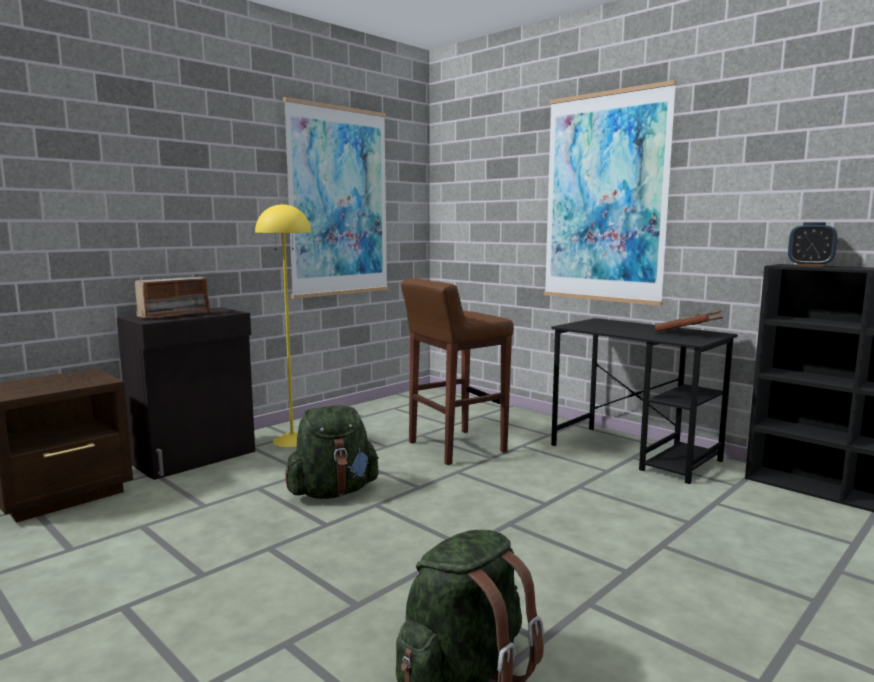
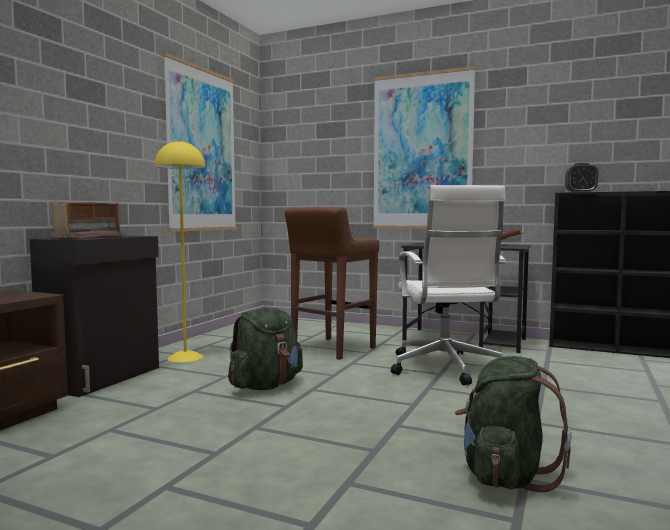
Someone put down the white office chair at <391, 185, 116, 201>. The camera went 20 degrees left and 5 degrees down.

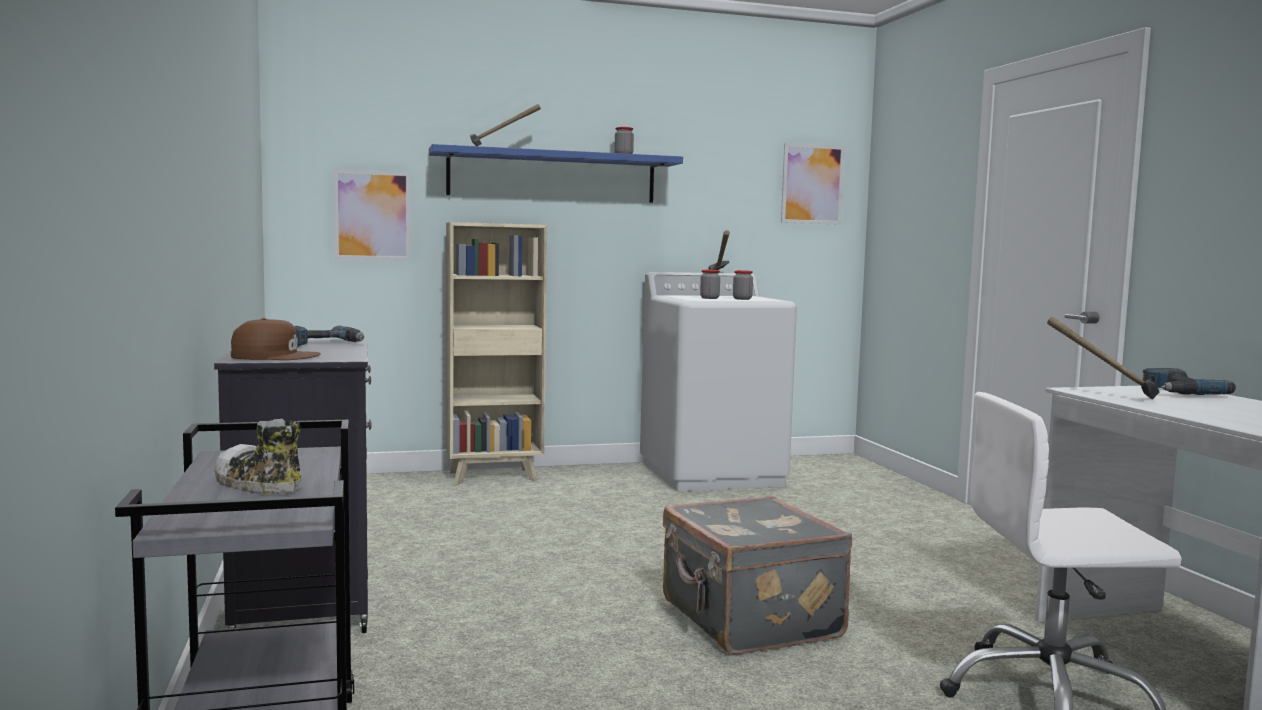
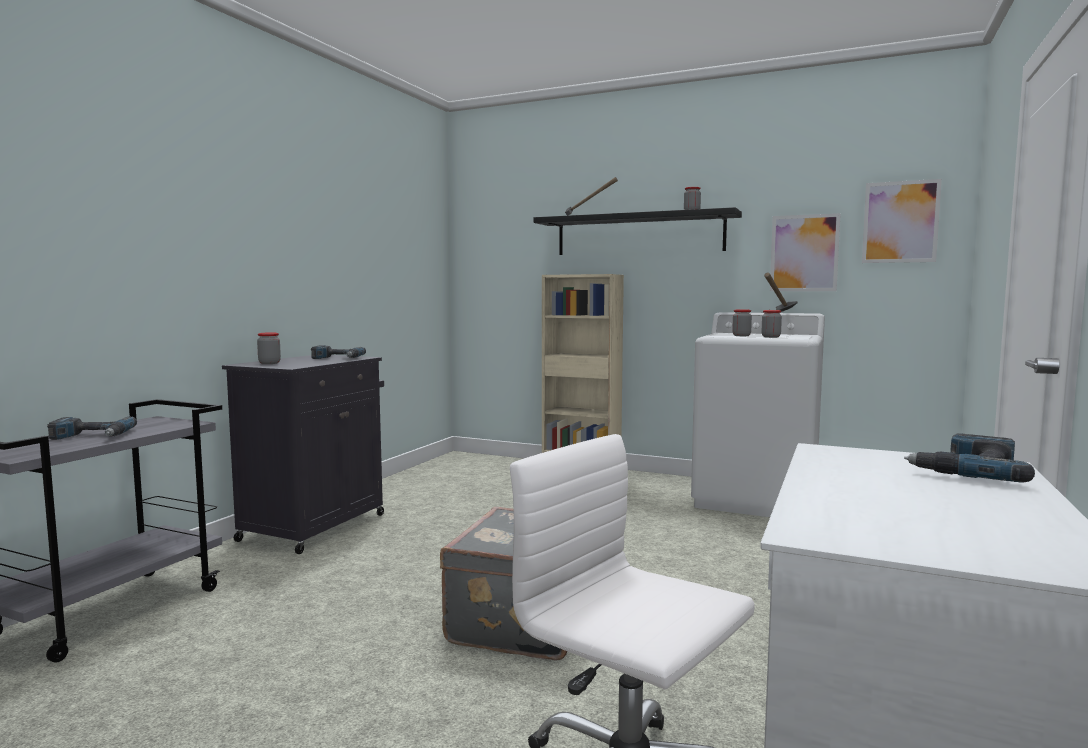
Someone swapped the shoe at <214, 419, 88, 76> for the power drill at <47, 417, 90, 23>. Someone swapped the brown cap at <231, 318, 90, 42> for the jar at <257, 332, 24, 32>. Someone repainted the blue shelf at <429, 144, 254, 59>, which became the black shelf at <533, 207, 209, 48>. Someone carried the picture from <333, 169, 77, 91> to <770, 213, 71, 78>. Someone took away the hammer at <1047, 317, 113, 83>. The camera went 40 degrees right and 0 degrees up.

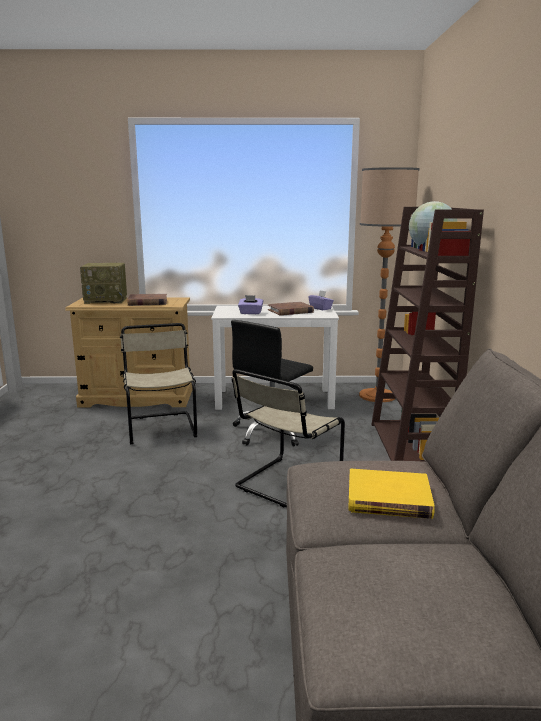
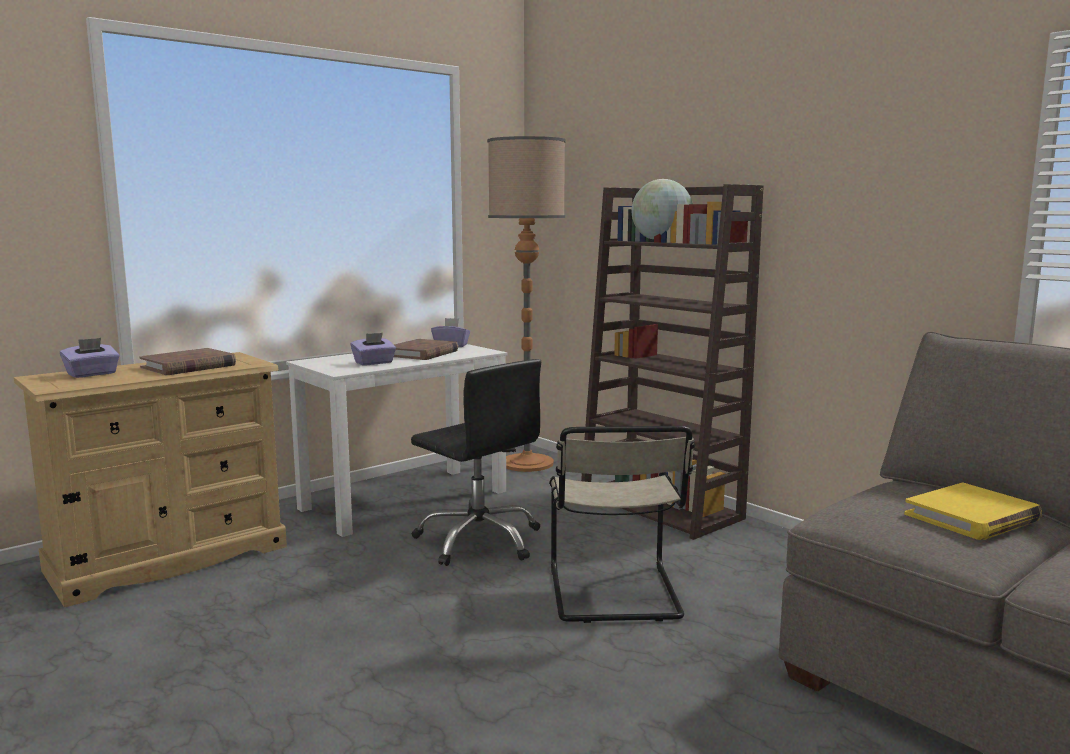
Someone swapped the radio at <80, 263, 47, 41> for the purple tissue box at <60, 338, 60, 40>. Someone rotated the black office chair at <231, 320, 82, 127> by 45 degrees counterclockwise. Someone took away the beige chair at <120, 323, 77, 121>. The camera went 40 degrees left and 5 degrees down.

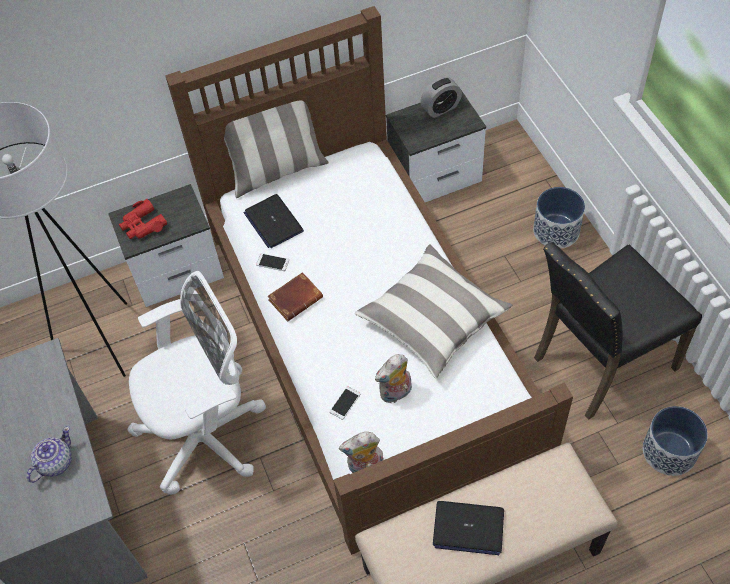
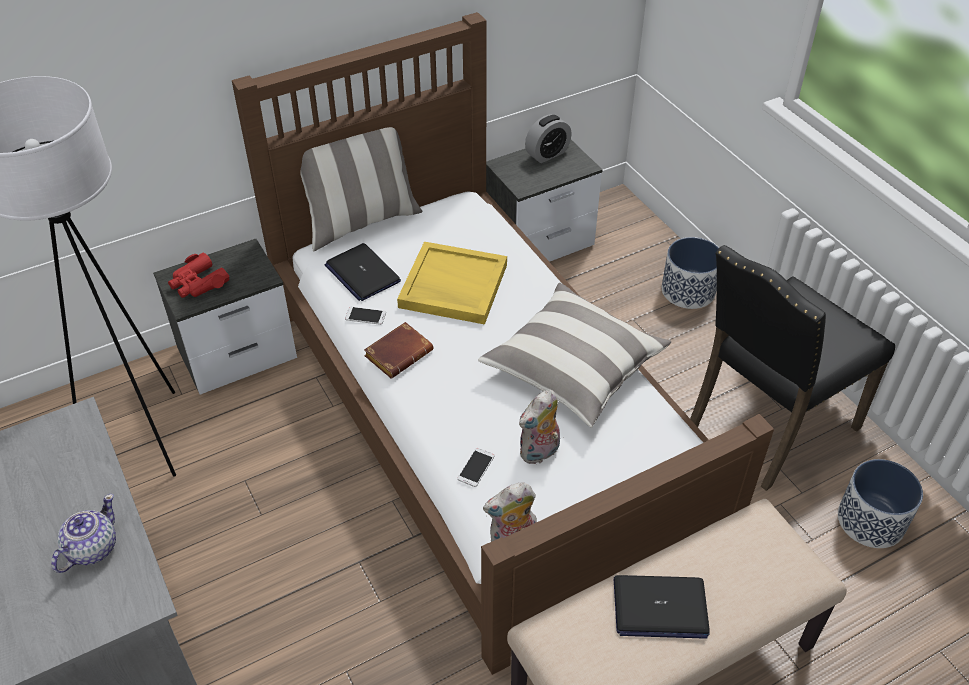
Someone put down the yellow tray at <397, 242, 110, 82>. Someone took away the white office chair at <127, 271, 139, 224>. The camera went 10 degrees left and 10 degrees down.

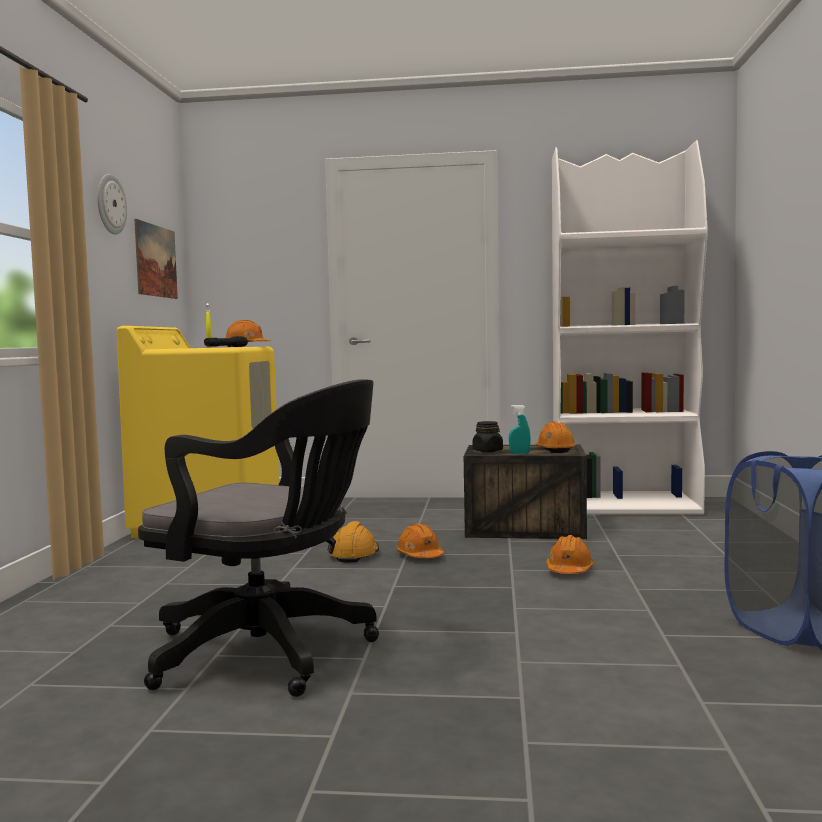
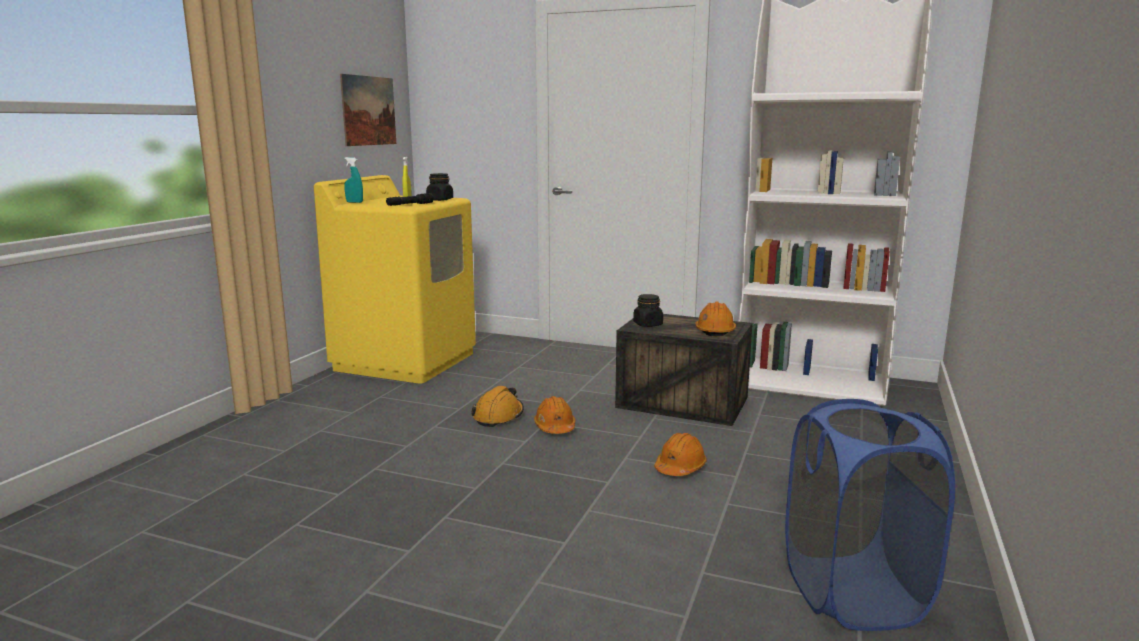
Someone carried the turquoise spray bottle from <509, 405, 22, 49> to <344, 157, 19, 46>. Someone swapped the orange hard hat at <226, 320, 45, 27> for the black jar at <426, 173, 27, 28>. Someone took away the wall clock at <97, 174, 30, 61>. Someone took away the black office chair at <138, 379, 241, 318>. The camera went 15 degrees right and 10 degrees up.

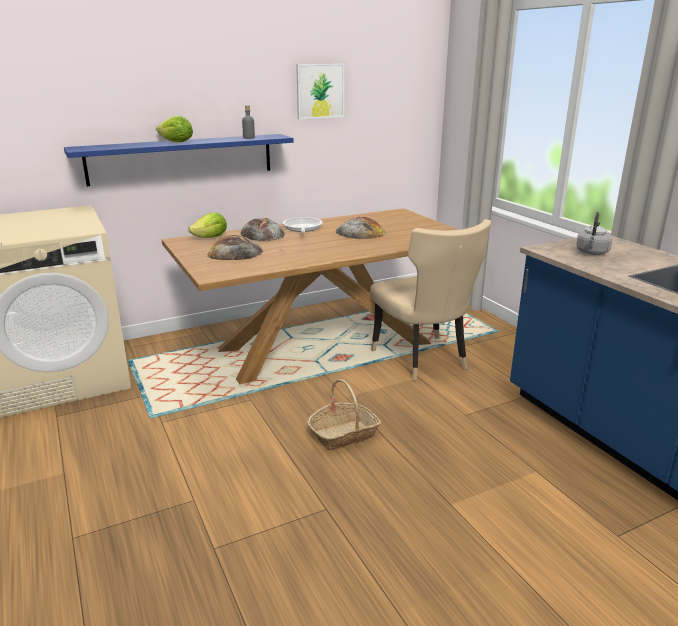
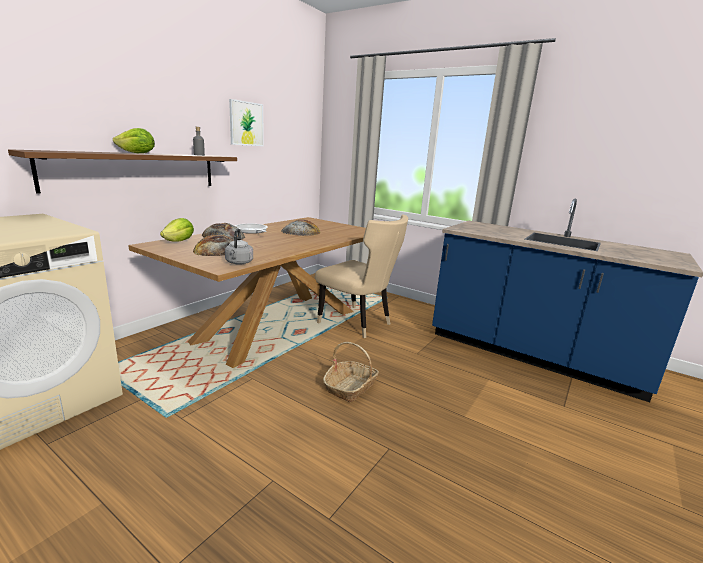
Someone repainted the blue shelf at <64, 134, 230, 52>, which became the brown shelf at <8, 149, 229, 45>. Someone carried the grey kettle from <576, 212, 37, 43> to <225, 229, 28, 36>. The camera went 30 degrees left and 5 degrees down.

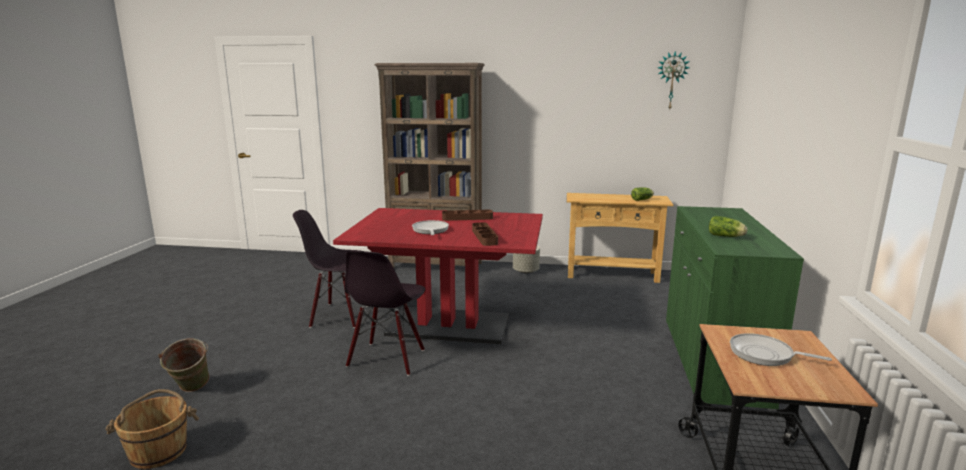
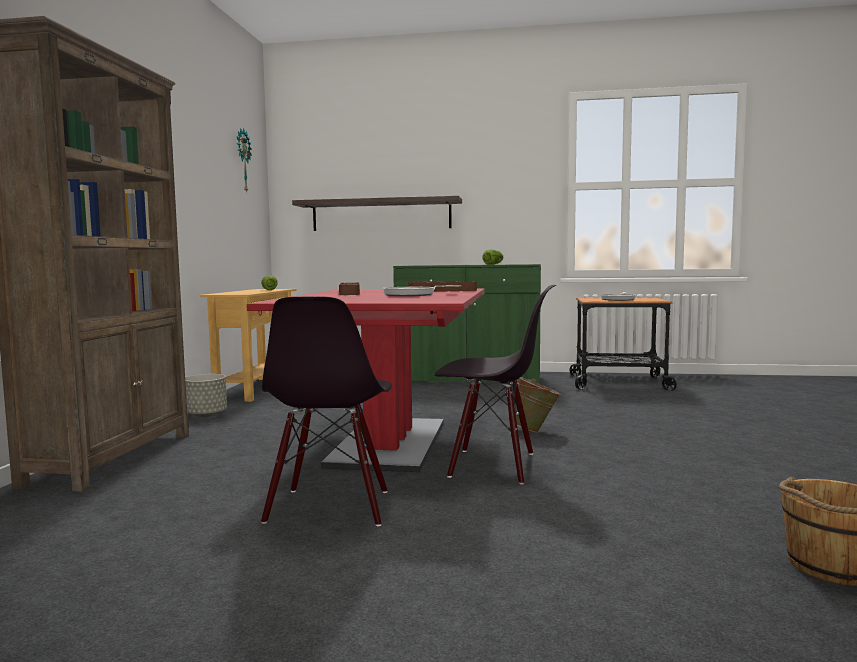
Someone put up the shelf at <292, 196, 170, 35>. Someone carried the green bucket from <158, 338, 52, 54> to <515, 377, 46, 56>. The camera went 90 degrees left and 10 degrees down.

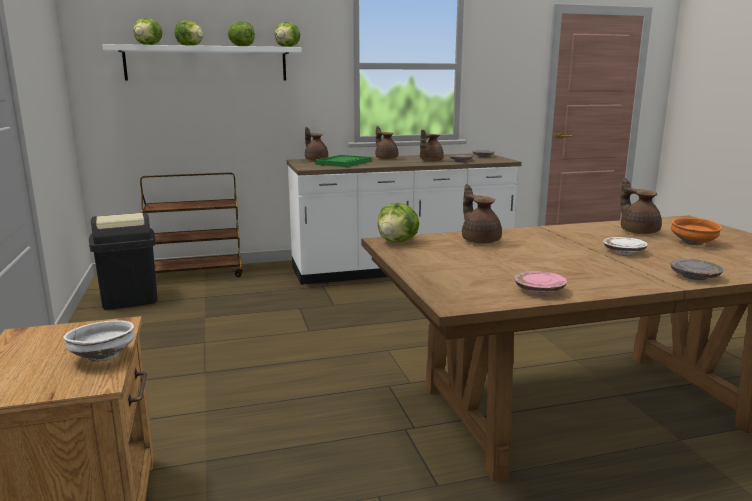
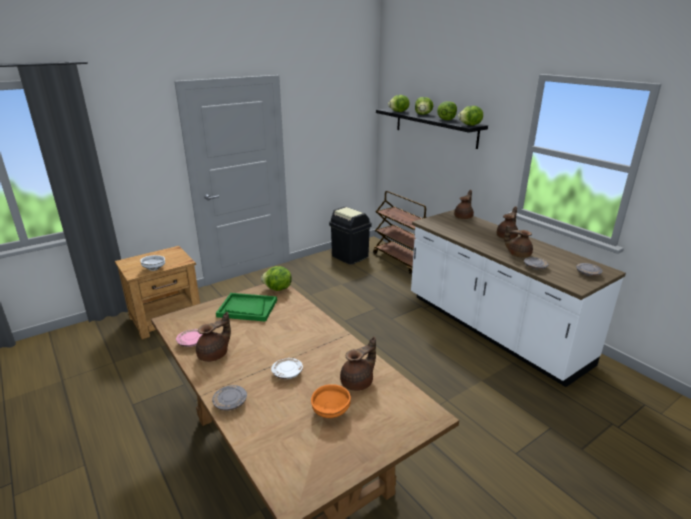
Someone carried the brown teapot from <462, 184, 40, 60> to <196, 312, 35, 50>. Someone carried the green tray from <315, 155, 56, 12> to <216, 293, 61, 29>. Someone repainted the white shelf at <102, 44, 200, 37>, which became the black shelf at <376, 108, 112, 41>. The camera went 70 degrees right and 10 degrees up.

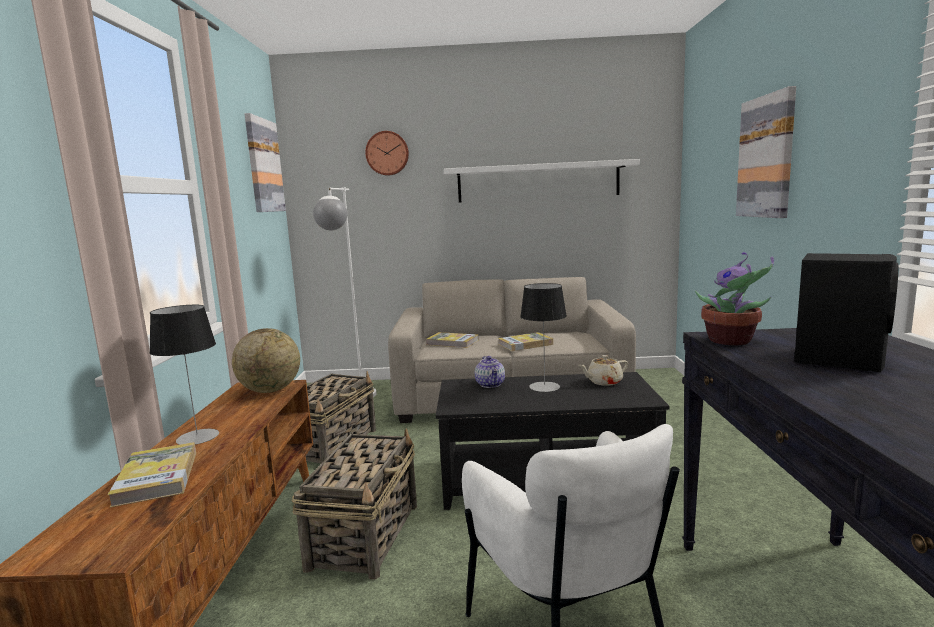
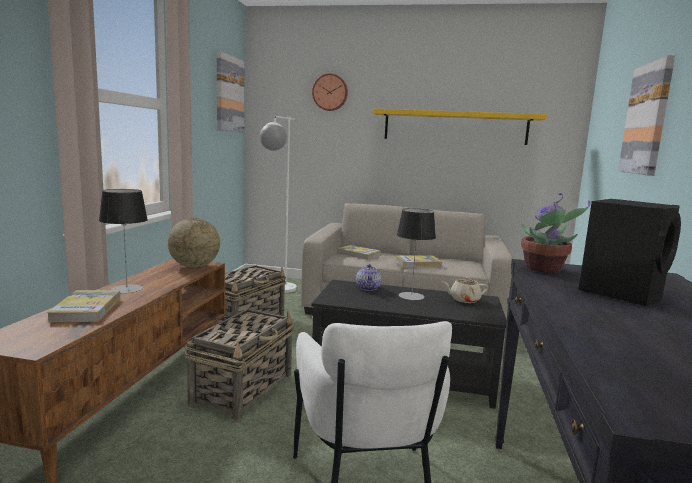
Someone repainted the white shelf at <444, 159, 196, 44>, which became the yellow shelf at <372, 108, 175, 37>. The camera went 10 degrees right and 0 degrees up.

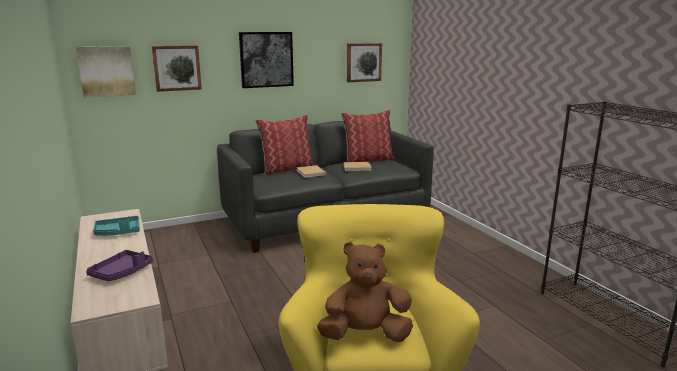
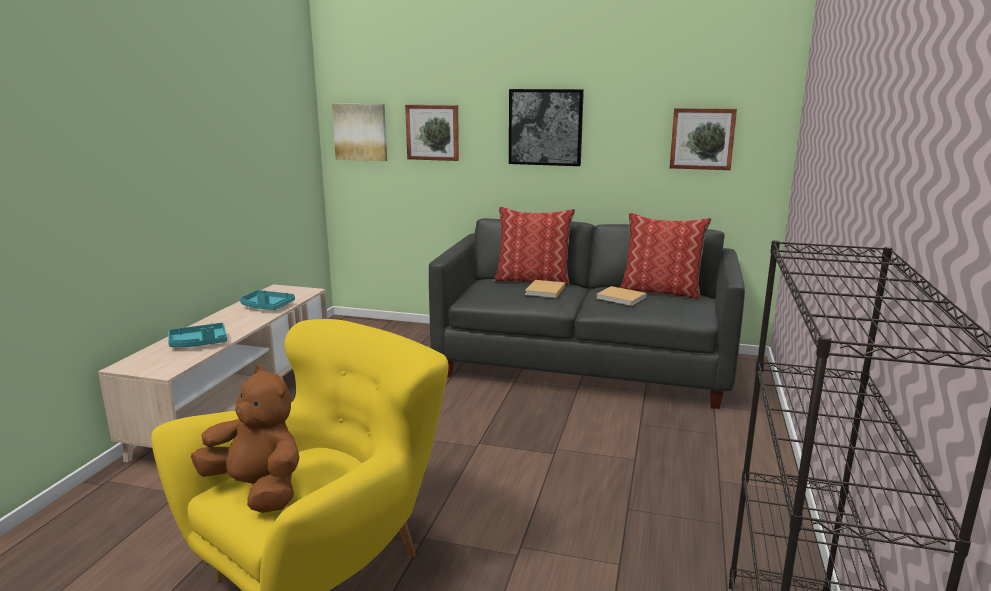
Someone repainted the purple tray at <86, 250, 67, 31>, which became the turquoise tray at <168, 323, 59, 24>. The camera went 40 degrees right and 0 degrees up.

